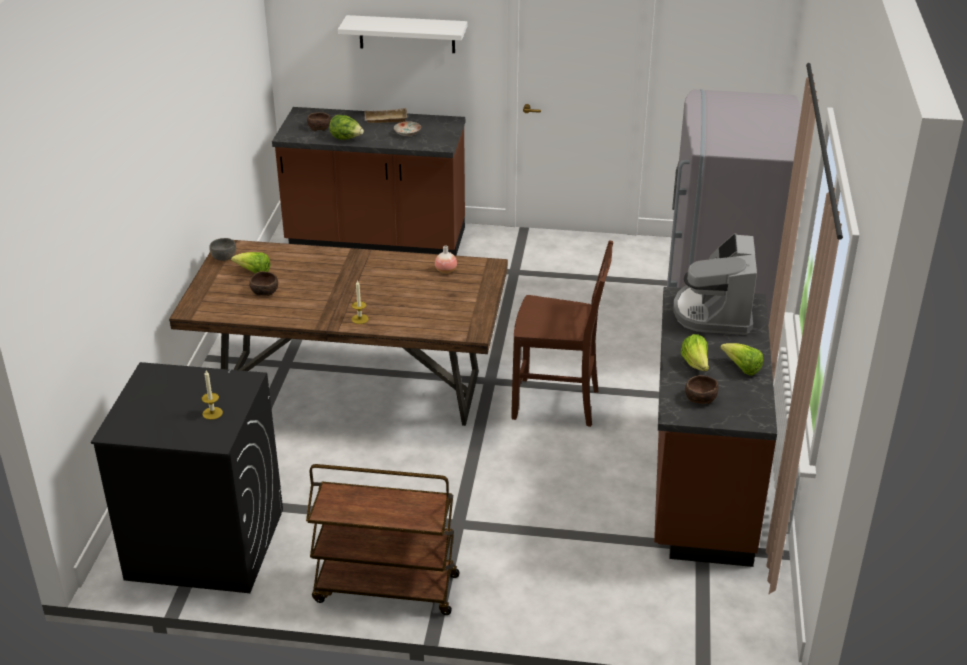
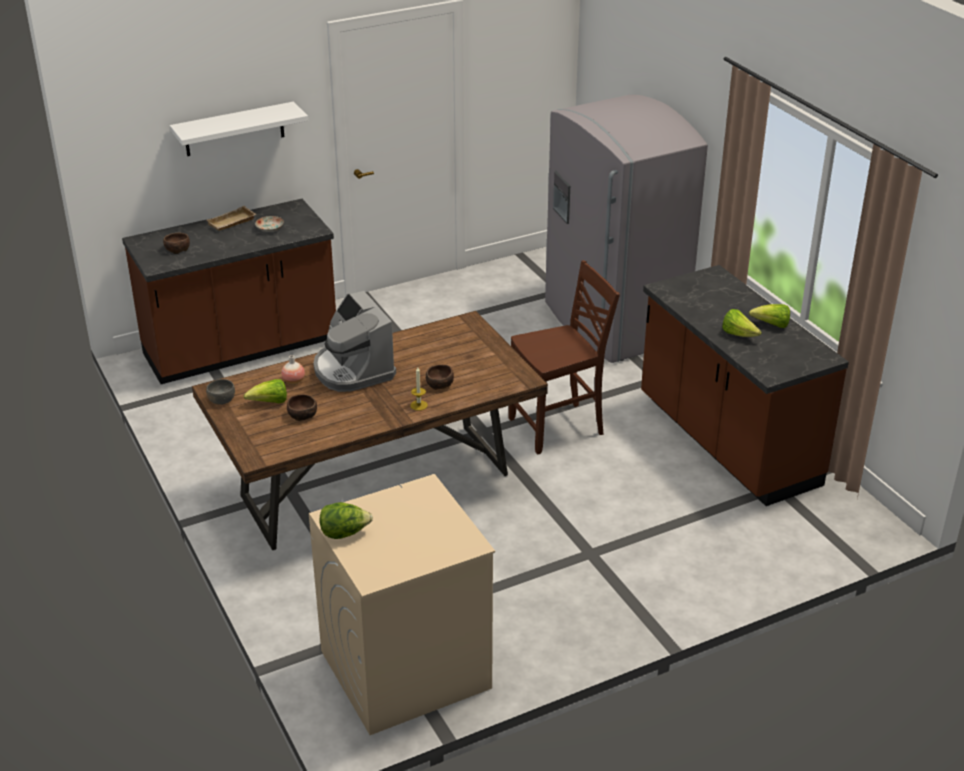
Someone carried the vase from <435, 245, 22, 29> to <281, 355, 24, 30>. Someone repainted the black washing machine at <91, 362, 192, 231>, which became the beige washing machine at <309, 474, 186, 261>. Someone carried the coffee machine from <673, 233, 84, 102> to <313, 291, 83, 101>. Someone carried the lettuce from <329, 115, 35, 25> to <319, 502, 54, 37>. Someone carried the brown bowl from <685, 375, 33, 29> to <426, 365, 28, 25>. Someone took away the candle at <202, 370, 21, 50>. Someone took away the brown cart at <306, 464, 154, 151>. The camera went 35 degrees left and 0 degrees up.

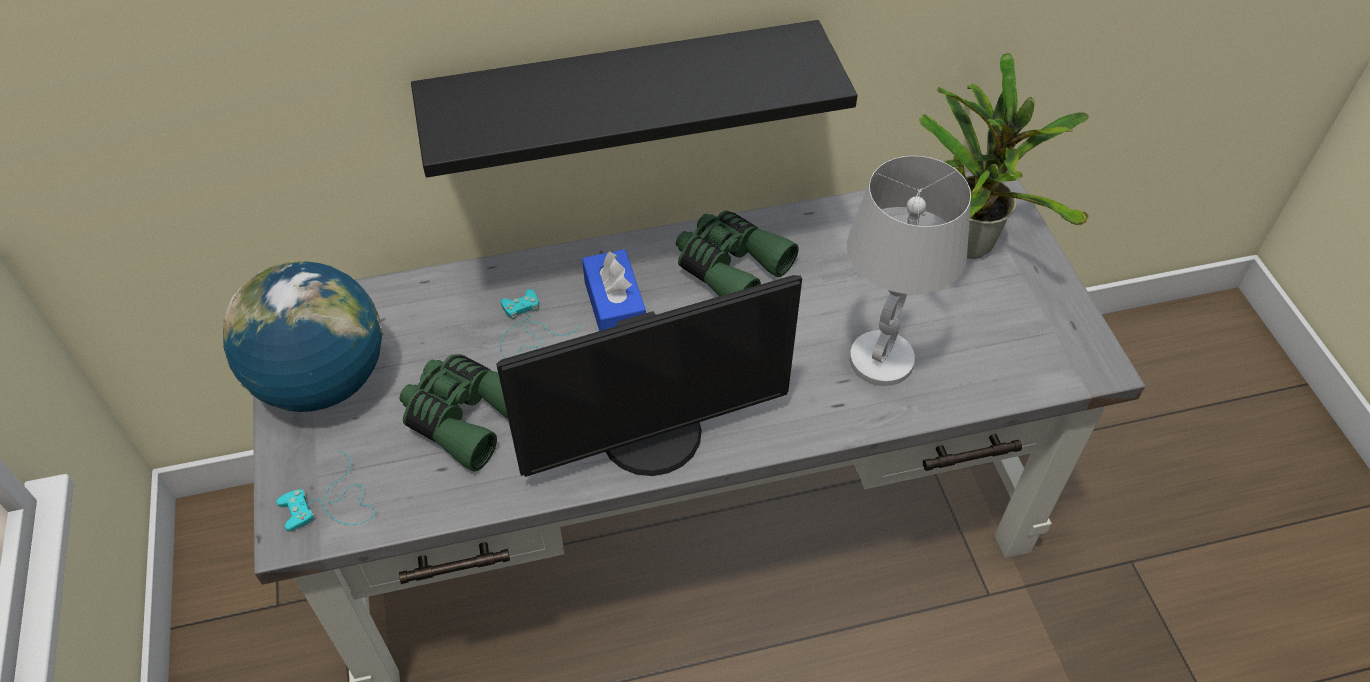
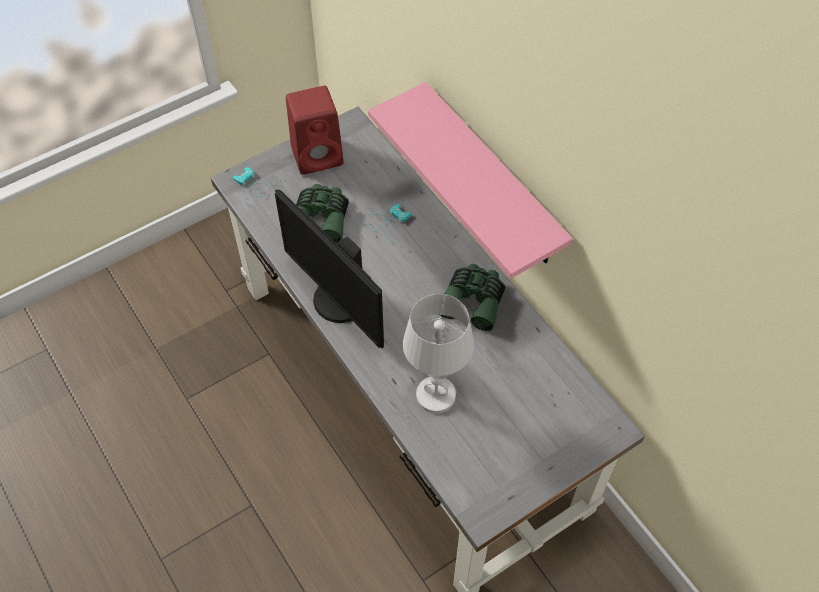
Someone swapped the globe at <223, 261, 160, 151> for the red speaker at <286, 86, 58, 89>. Someone repainted the black shelf at <411, 20, 447, 157>, which became the pink shelf at <368, 82, 205, 197>. Someone took away the blue tissue box at <582, 249, 64, 82>. Someone took away the potted plant at <919, 53, 170, 206>. The camera went 70 degrees right and 5 degrees up.

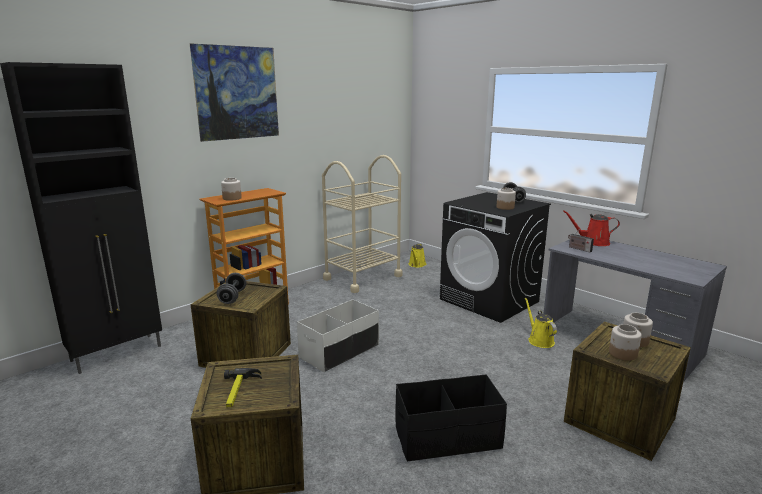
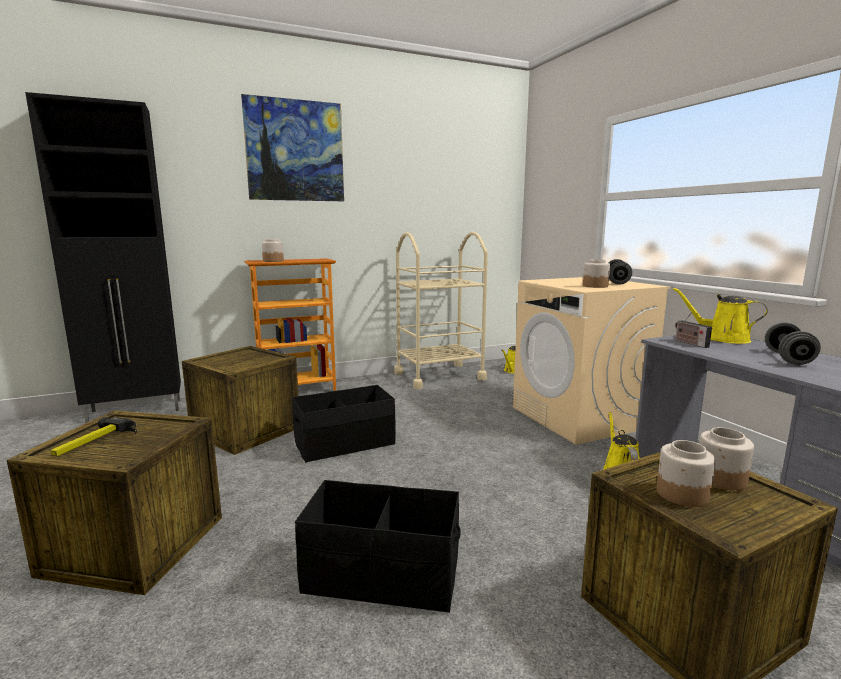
Someone repainted the white storage box at <297, 300, 82, 72>, which became the black storage box at <292, 385, 104, 77>. Someone repainted the black washing machine at <440, 192, 111, 131>, which became the beige washing machine at <513, 277, 158, 168>. Someone repainted the red watering can at <563, 210, 57, 36>, which became the yellow watering can at <673, 288, 95, 56>. Someone carried the grey dumbbell from <217, 273, 29, 31> to <765, 322, 56, 43>. The camera went 20 degrees right and 5 degrees down.

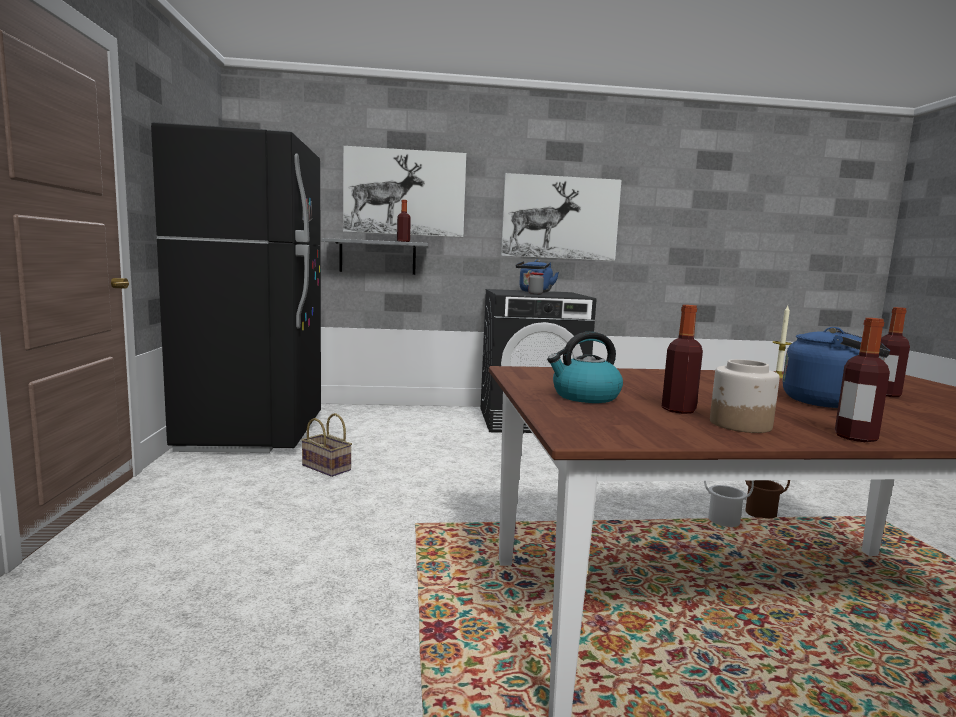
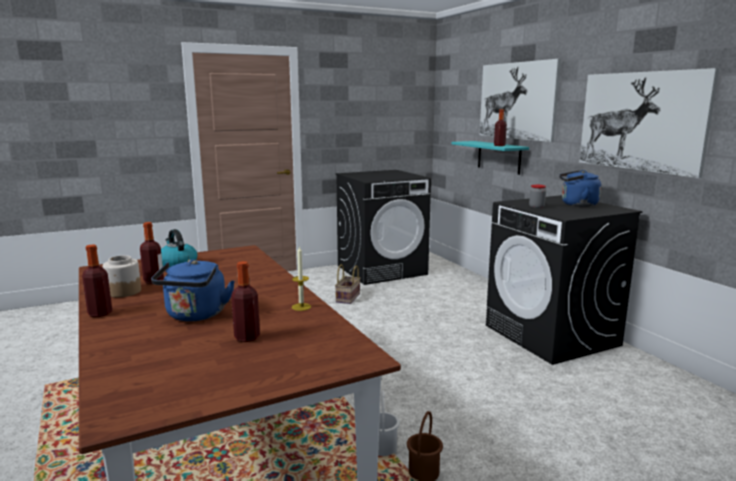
Someone swapped the black fridge at <151, 122, 170, 331> for the black washing machine at <336, 170, 95, 115>. Someone repainted the grey shelf at <322, 238, 106, 37>, which became the turquoise shelf at <452, 141, 77, 34>. The camera went 70 degrees right and 5 degrees up.

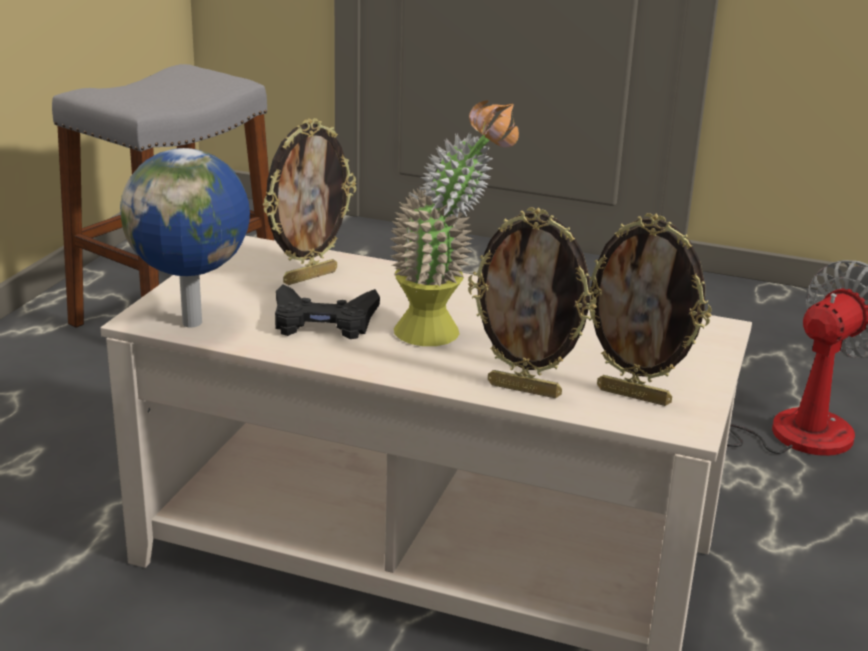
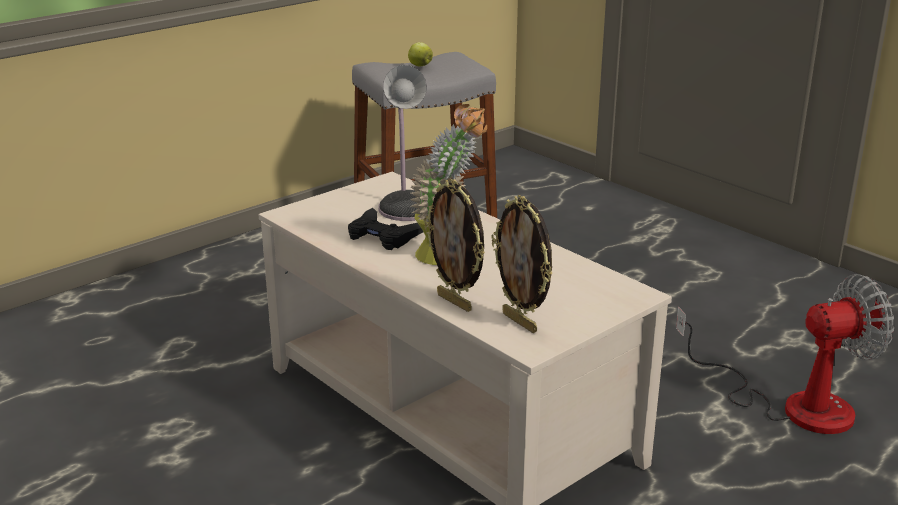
Someone swapped the picture frame at <262, 118, 94, 167> for the table lamp at <378, 65, 49, 156>. Someone put down the apple at <408, 42, 25, 24>. Someone took away the globe at <120, 148, 130, 180>. The camera went 30 degrees right and 0 degrees up.

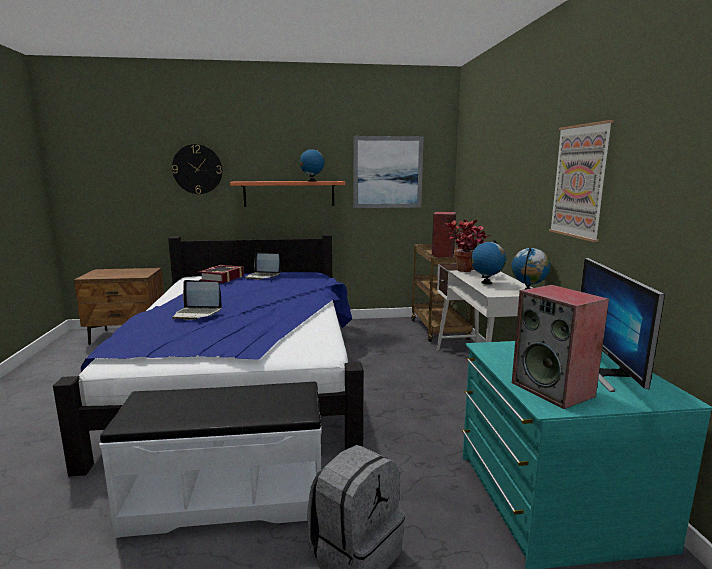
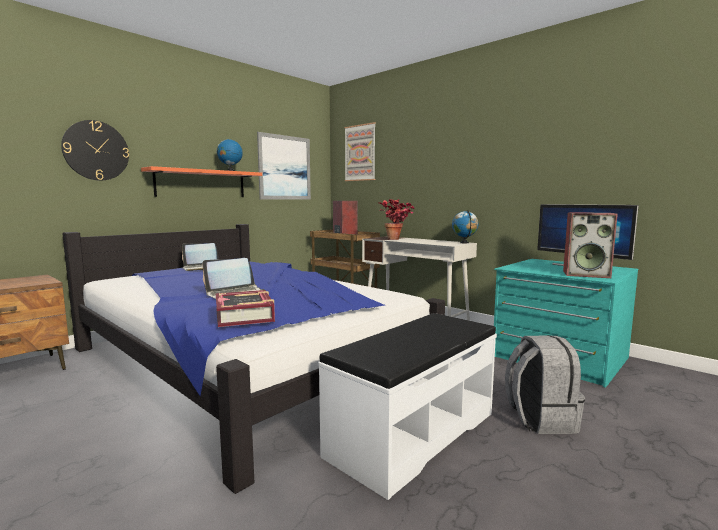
Someone carried the book from <198, 265, 46, 18> to <216, 290, 59, 37>. Someone carried the picture from <549, 120, 65, 122> to <344, 122, 32, 59>. Someone took away the globe at <471, 240, 35, 45>. The camera went 40 degrees left and 5 degrees down.

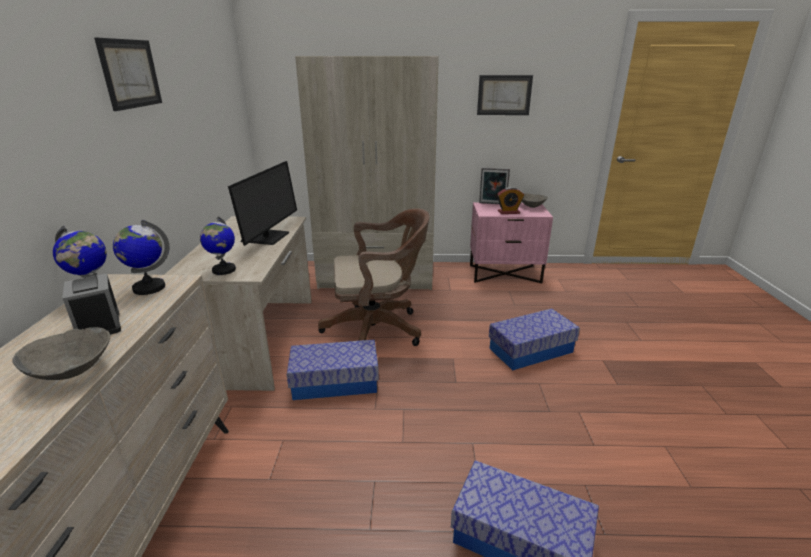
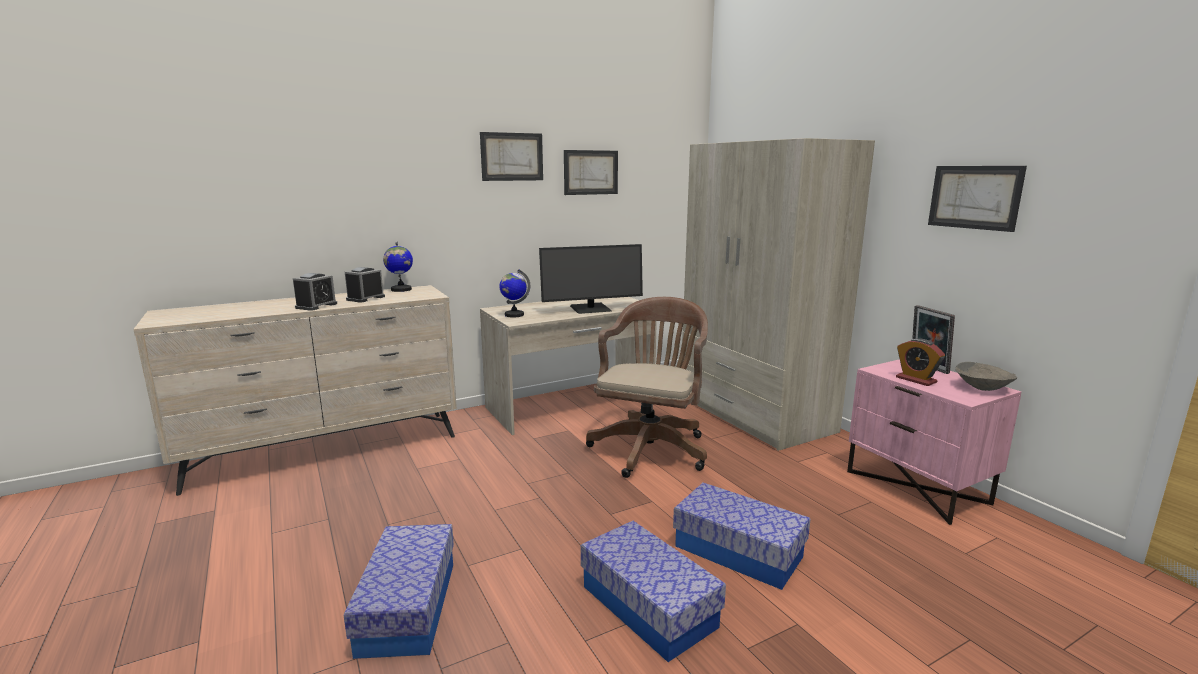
Someone swapped the grey bowl at <12, 327, 98, 53> for the alarm clock at <293, 273, 44, 38>. Someone put up the picture at <564, 150, 54, 45>. Someone carried the storage box from <287, 340, 92, 60> to <581, 521, 145, 141>. Someone rotated the brown office chair at <318, 208, 112, 138> by 120 degrees counterclockwise. Someone took away the globe at <113, 220, 56, 75>. The camera went 60 degrees right and 10 degrees down.

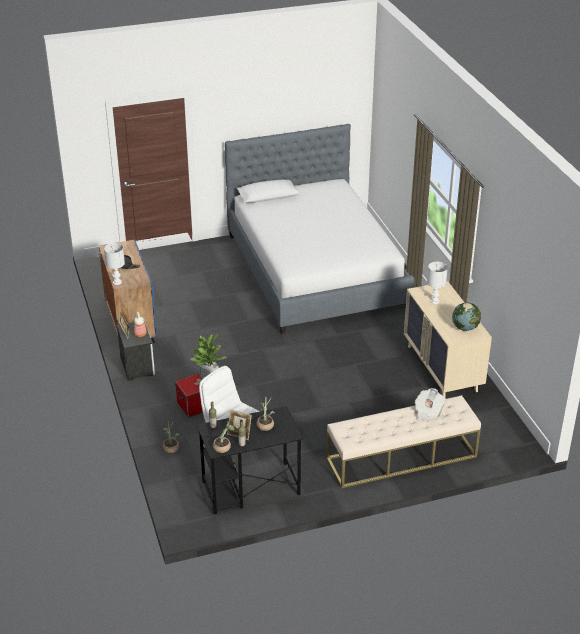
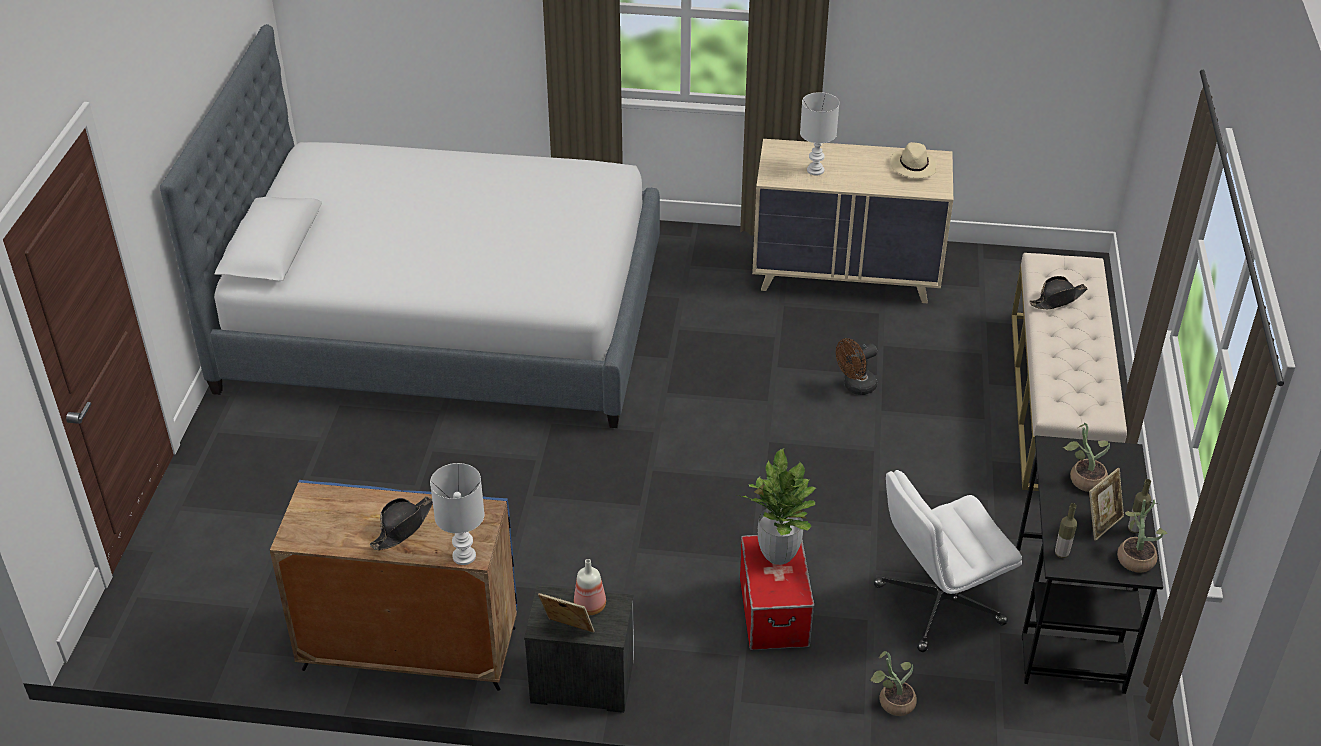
Someone put down the brown fan at <836, 338, 41, 57>. Someone swapped the globe at <452, 302, 29, 29> for the beige hat at <890, 142, 46, 36>. Someone swapped the newspaper at <415, 388, 31, 33> for the black hat at <1029, 276, 58, 33>. The camera went 65 degrees left and 5 degrees up.

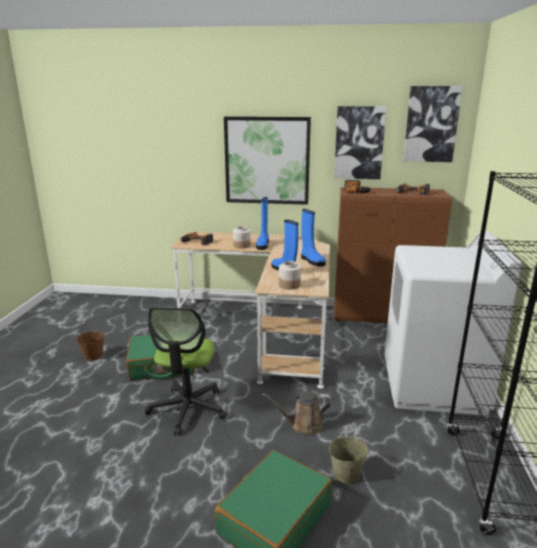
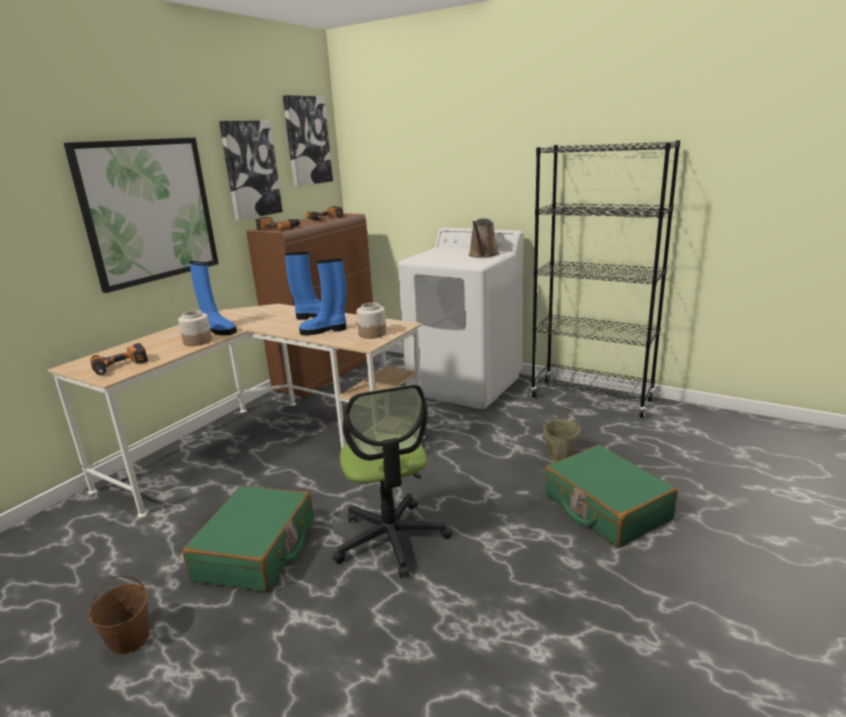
Someone rotated the office chair at <145, 307, 82, 128> by 45 degrees clockwise. Someone carried the brown watering can from <262, 391, 70, 44> to <469, 218, 31, 40>. The camera went 65 degrees left and 0 degrees up.

